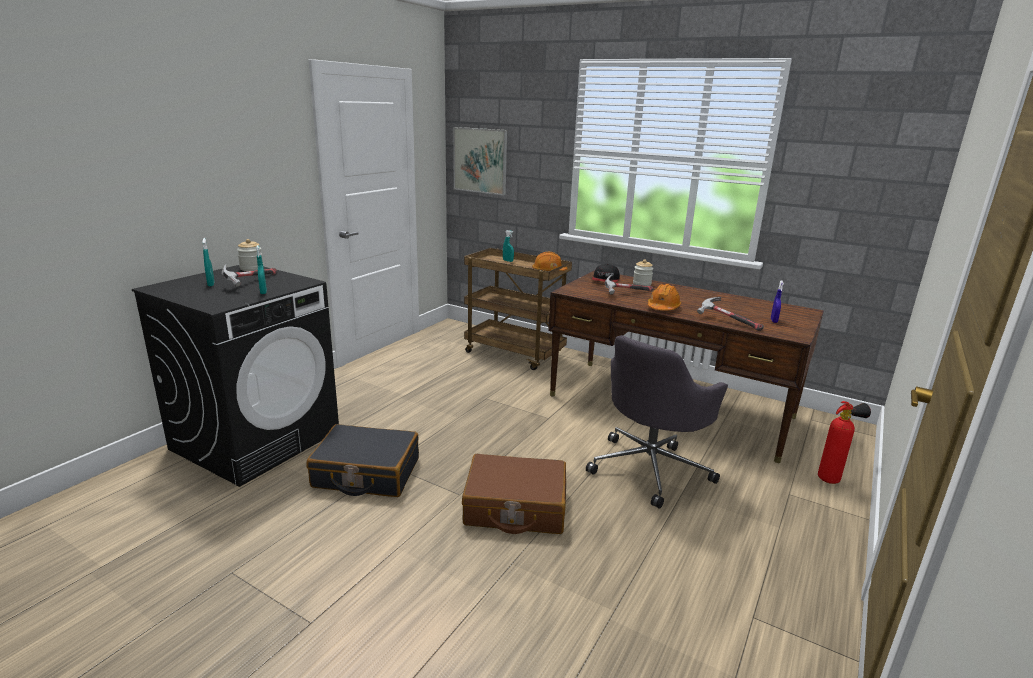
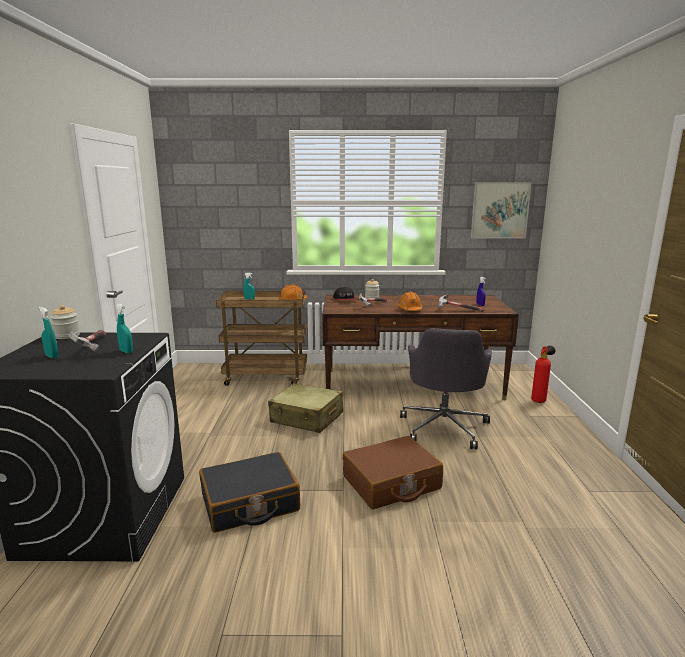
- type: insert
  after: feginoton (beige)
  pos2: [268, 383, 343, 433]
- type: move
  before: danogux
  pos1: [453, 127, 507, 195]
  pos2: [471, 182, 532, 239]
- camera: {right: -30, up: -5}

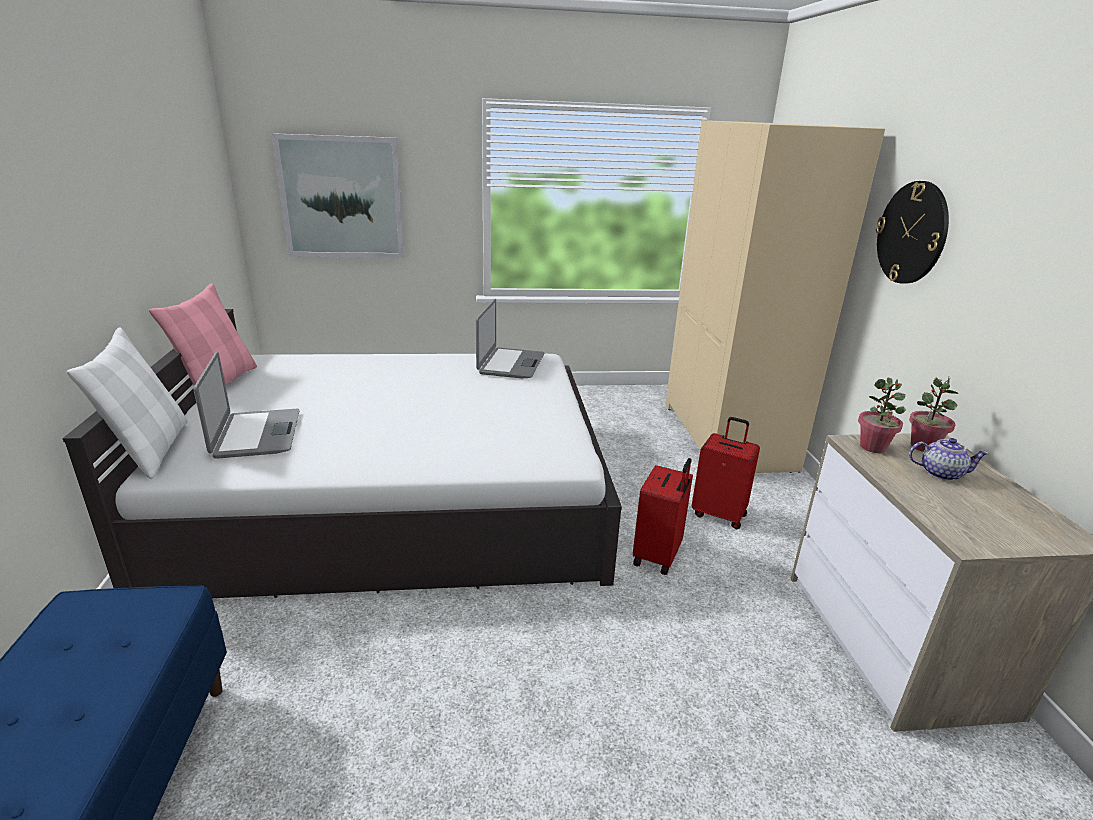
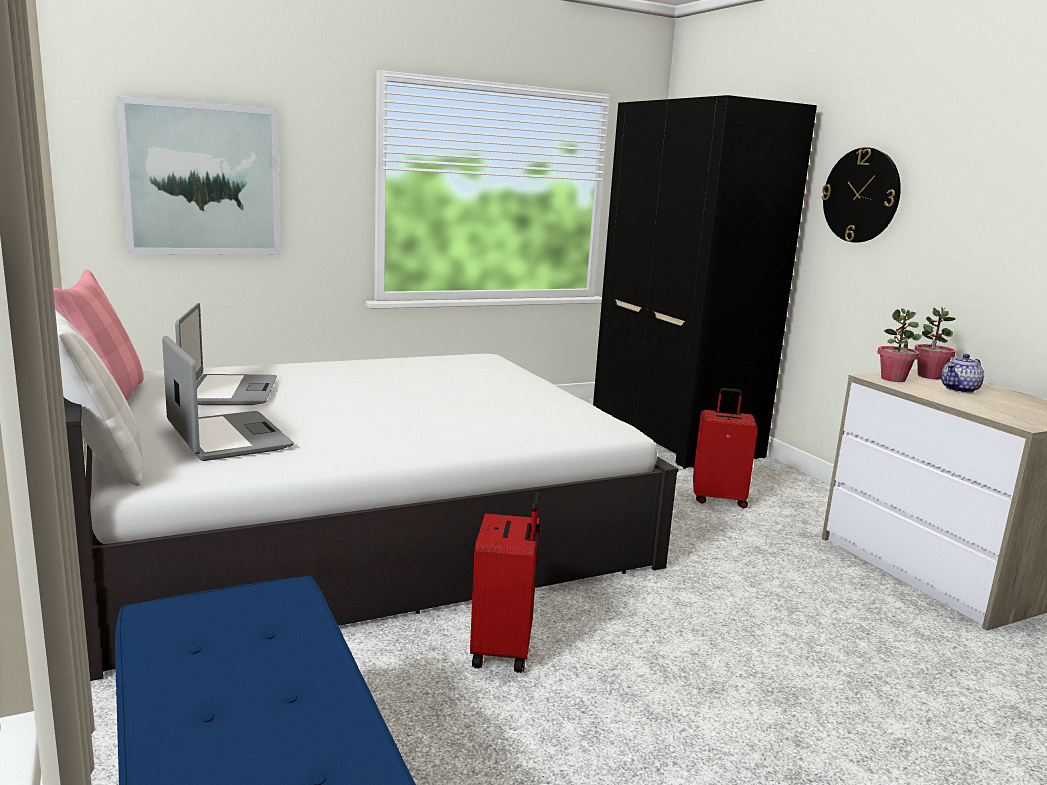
- type: move
  before: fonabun
  pos1: [476, 299, 544, 378]
  pos2: [175, 303, 277, 405]
- type: move
  before: feginoton (red)
  pos1: [633, 458, 693, 575]
  pos2: [470, 492, 540, 673]
- type: recolor
  before: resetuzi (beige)
  after: resetuzi (black)
  pos1: [665, 120, 885, 473]
  pos2: [593, 95, 817, 469]
- type: rotate
  before: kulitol
  pos1: [909, 438, 989, 481]
  pos2: [941, 354, 984, 393]
  turn: 150
- camera: {right: -20, up: -10}

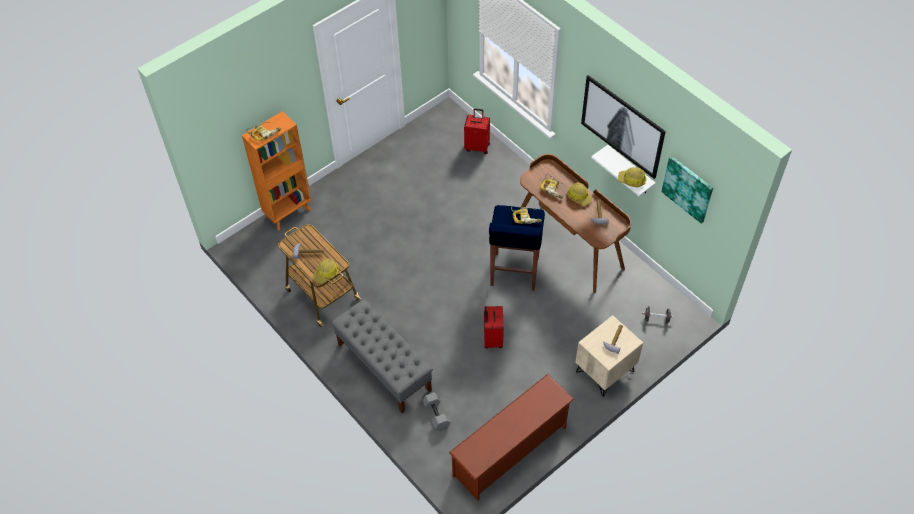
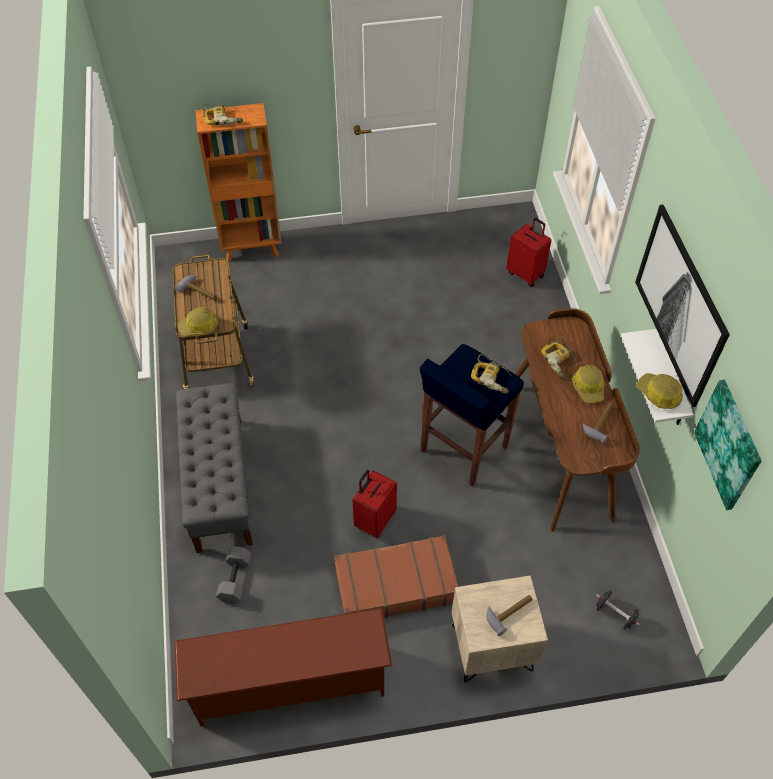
- type: insert
  after: feginoton (brown)
  pos2: [334, 535, 459, 618]
- camera: {right: 30, up: 0}

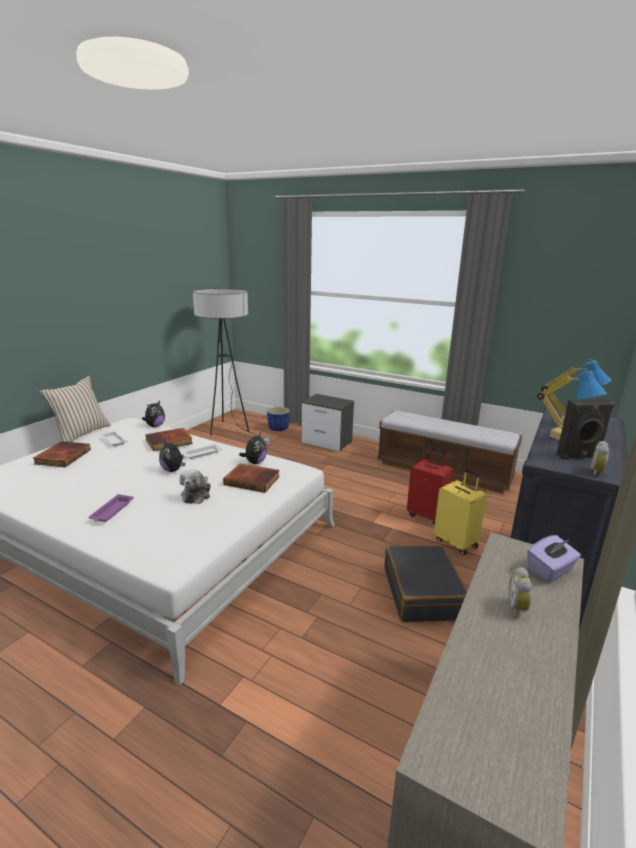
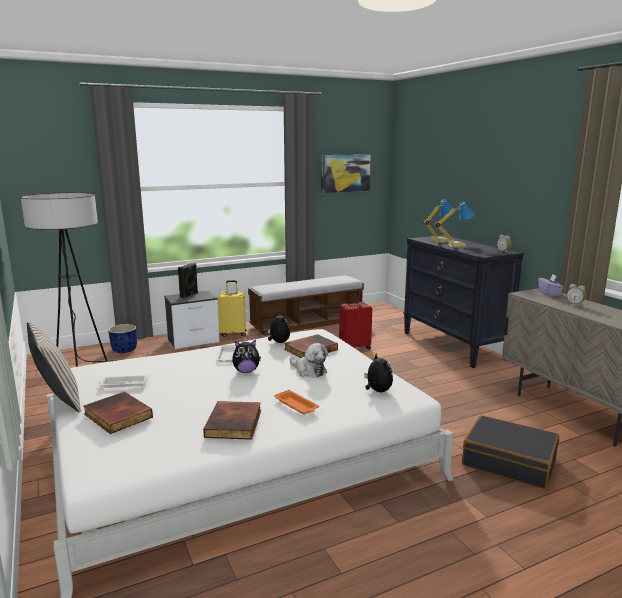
- type: insert
  after: danogux
  pos2: [321, 154, 371, 193]
- type: move
  before: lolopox
  pos1: [142, 400, 165, 427]
  pos2: [364, 353, 393, 392]
- type: move
  before: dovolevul
  pos1: [145, 428, 193, 451]
  pos2: [203, 401, 261, 440]
- type: move
  before: feginoton (black)
  pos1: [384, 545, 467, 622]
  pos2: [462, 415, 559, 489]
- type: move
  before: feginoton (yellow)
  pos1: [434, 469, 487, 556]
  pos2: [218, 280, 246, 337]
- type: move
  before: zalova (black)
  pos1: [556, 399, 615, 459]
  pos2: [178, 263, 198, 298]
- type: recolor
  before: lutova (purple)
  after: lutova (orange)
  pos1: [89, 494, 134, 522]
  pos2: [274, 390, 319, 415]
- camera: {right: -55, up: -5}

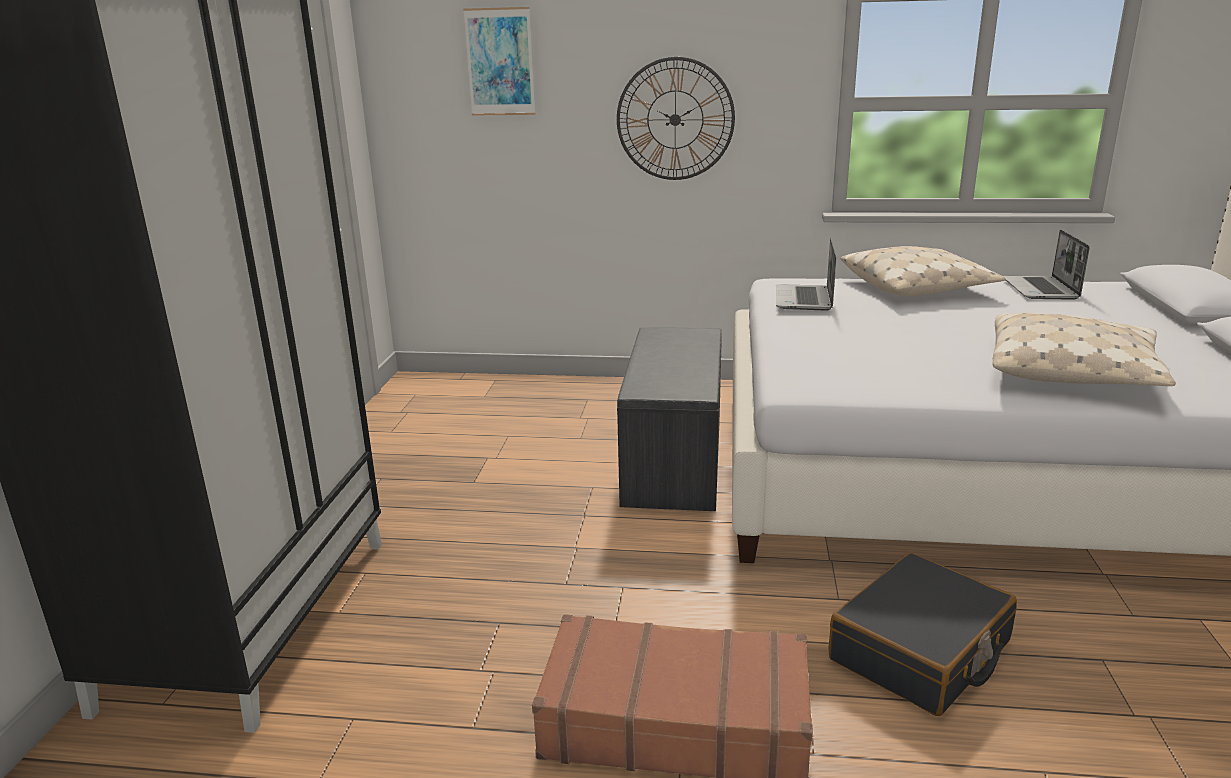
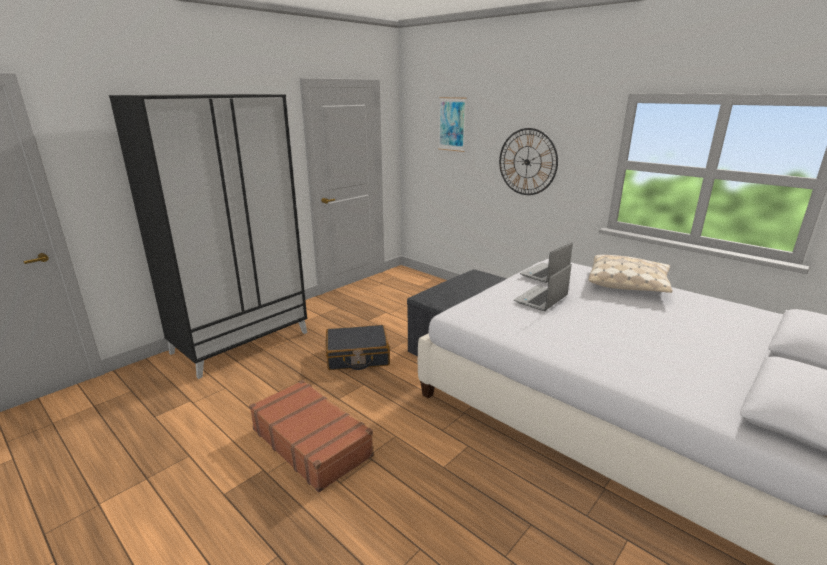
- type: delete
  before: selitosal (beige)
  pos1: [992, 313, 1176, 386]
- type: move
  before: feginoton (black)
  pos1: [829, 553, 1017, 716]
  pos2: [326, 325, 390, 370]
- type: move
  before: fonabun
  pos1: [1003, 229, 1090, 300]
  pos2: [514, 264, 572, 311]
- camera: {right: 35, up: 0}

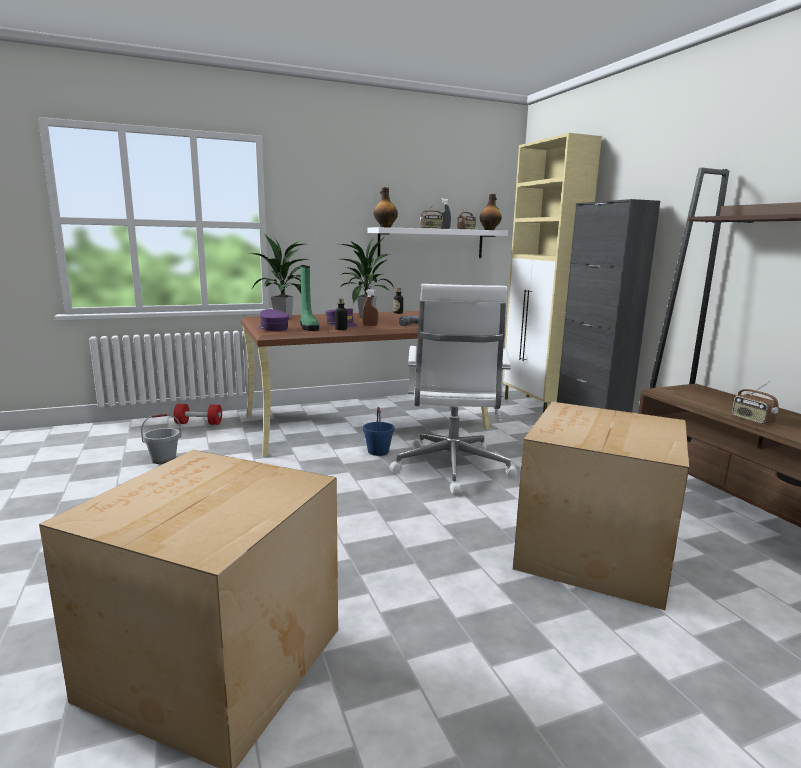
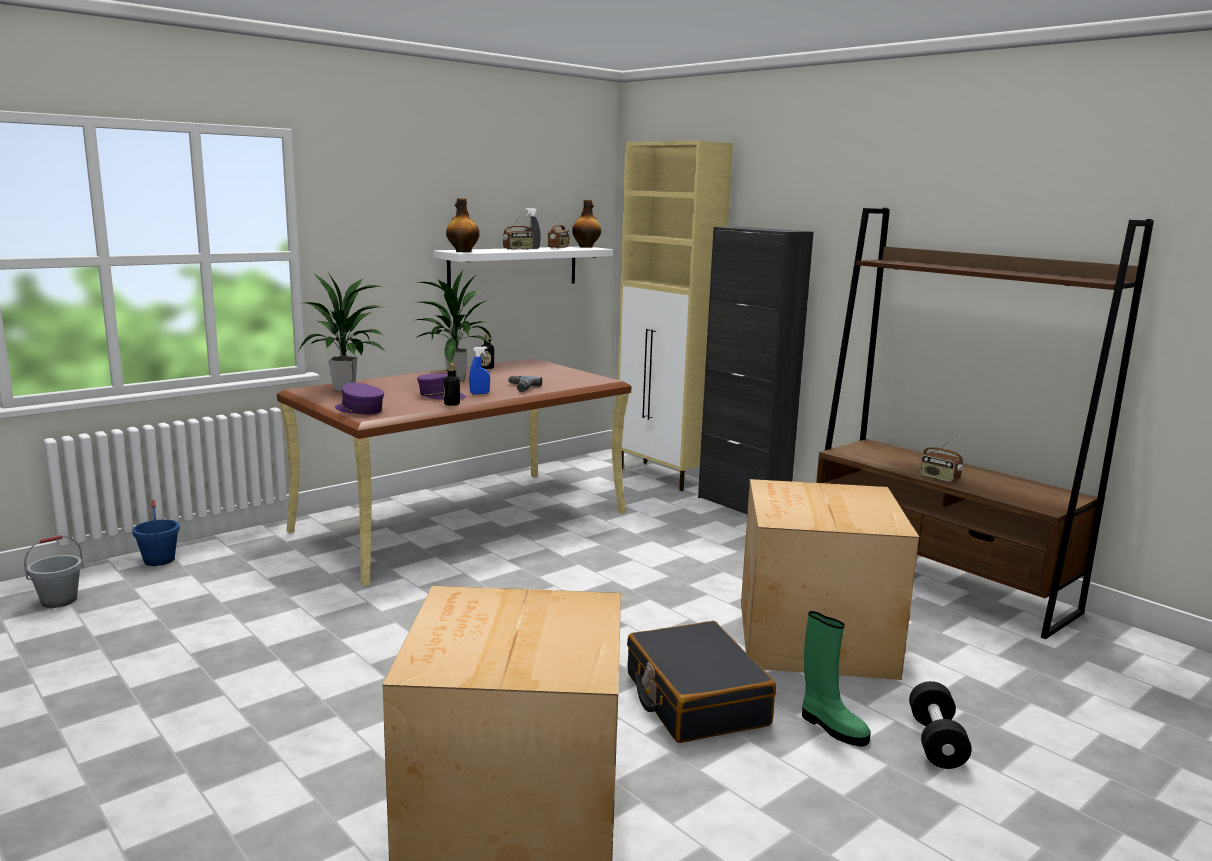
- type: delete
  before: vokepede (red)
  pos1: [173, 404, 222, 425]
- type: delete
  before: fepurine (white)
  pos1: [389, 284, 517, 494]
- type: insert
  after: feginoton (black)
  pos2: [627, 621, 776, 743]
- type: insert
  after: vokepede (black)
  pos2: [909, 681, 972, 769]
- type: move
  before: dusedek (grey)
  pos1: [141, 413, 181, 464]
  pos2: [24, 535, 83, 608]
- type: move
  before: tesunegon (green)
  pos1: [300, 265, 319, 331]
  pos2: [802, 611, 871, 747]
- type: move
  before: dusedek (blue)
  pos1: [363, 407, 394, 456]
  pos2: [132, 500, 180, 566]
- type: recolor
  before: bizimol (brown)
  after: bizimol (blue)
  pos1: [362, 290, 378, 326]
  pos2: [469, 346, 490, 394]
- camera: {right: -20, up: 0}

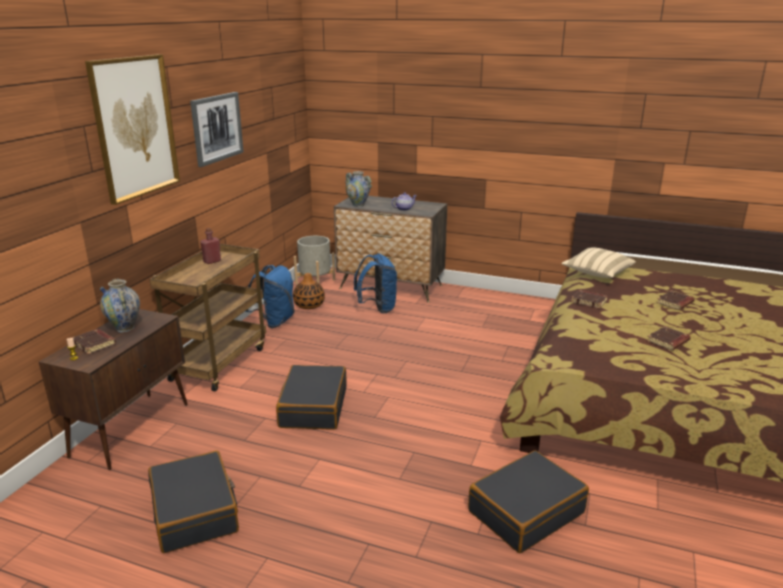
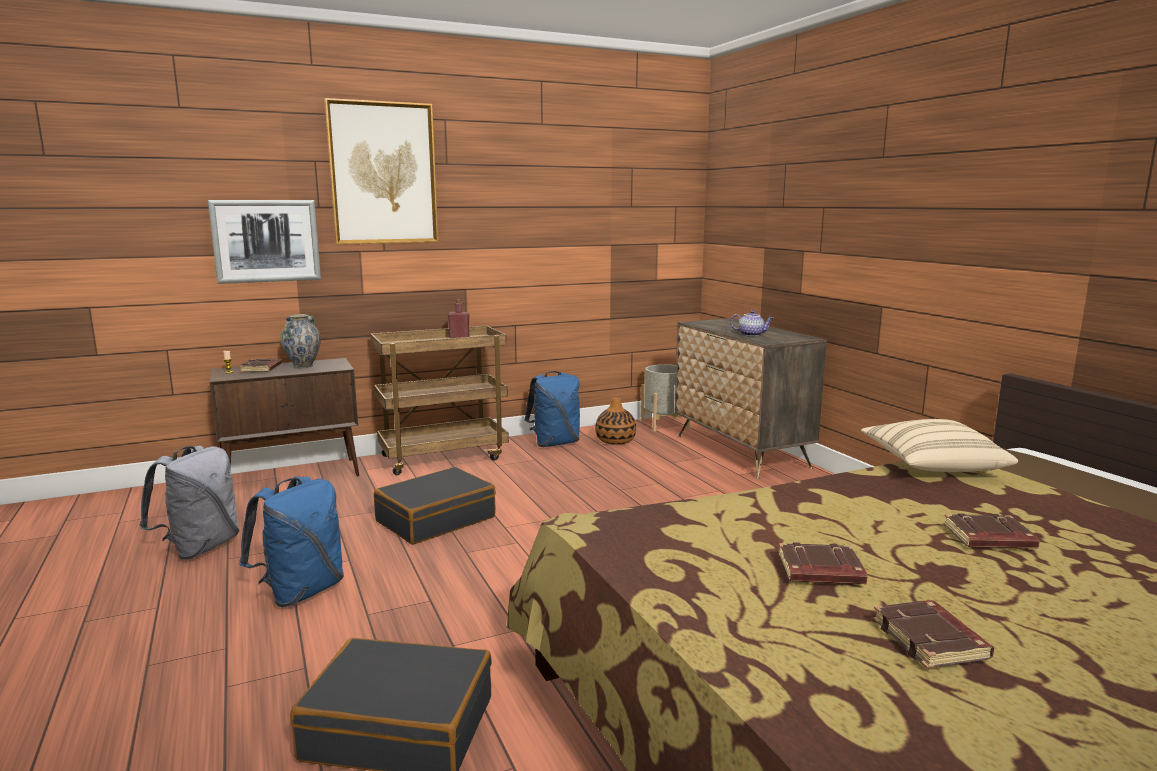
- type: delete
  before: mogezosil
  pos1: [345, 171, 372, 207]
- type: move
  before: danogux
  pos1: [190, 92, 244, 167]
  pos2: [208, 200, 321, 284]
- type: move
  before: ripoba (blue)
  pos1: [354, 254, 397, 313]
  pos2: [239, 477, 344, 607]
- type: move
  before: dovolevul (brown)
  pos1: [571, 290, 608, 308]
  pos2: [873, 600, 994, 668]
- type: replace
  before: feginoton (black)
  after: ripoba (grey)
  pos1: [148, 450, 239, 553]
  pos2: [139, 446, 239, 560]
- camera: {right: 45, up: -10}

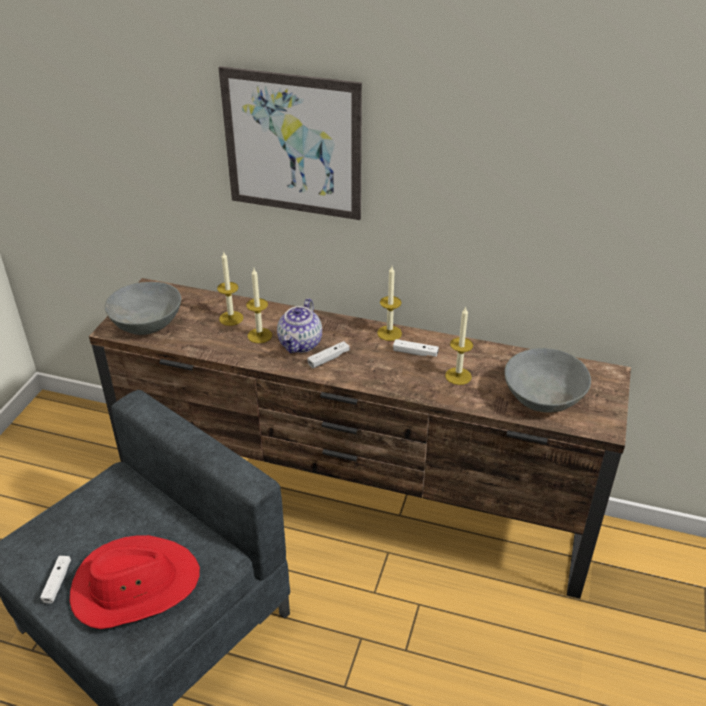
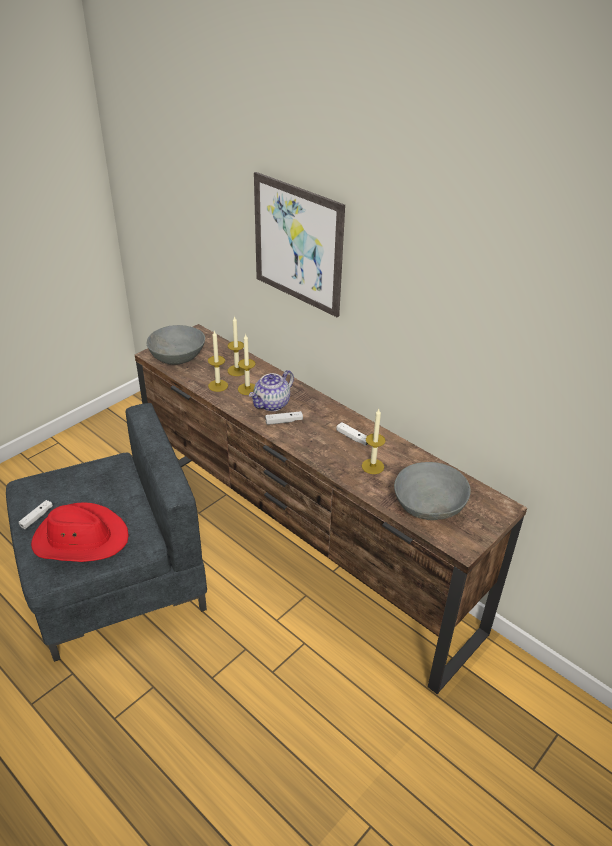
- type: move
  before: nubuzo
  pos1: [377, 266, 402, 341]
  pos2: [208, 330, 228, 392]
- camera: {right: 25, up: 0}

